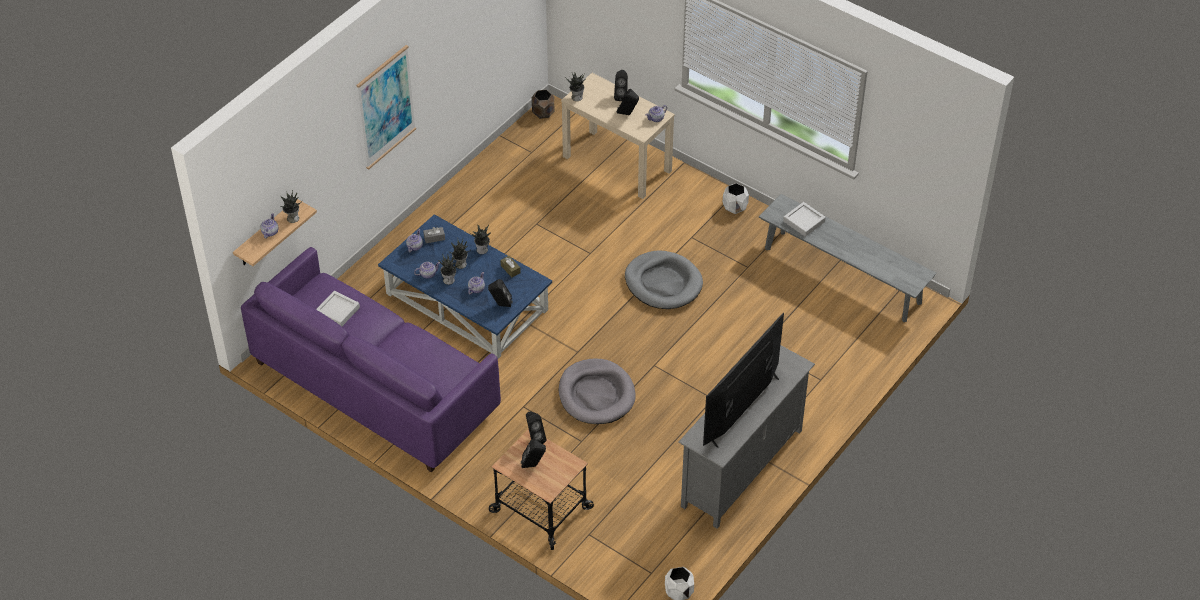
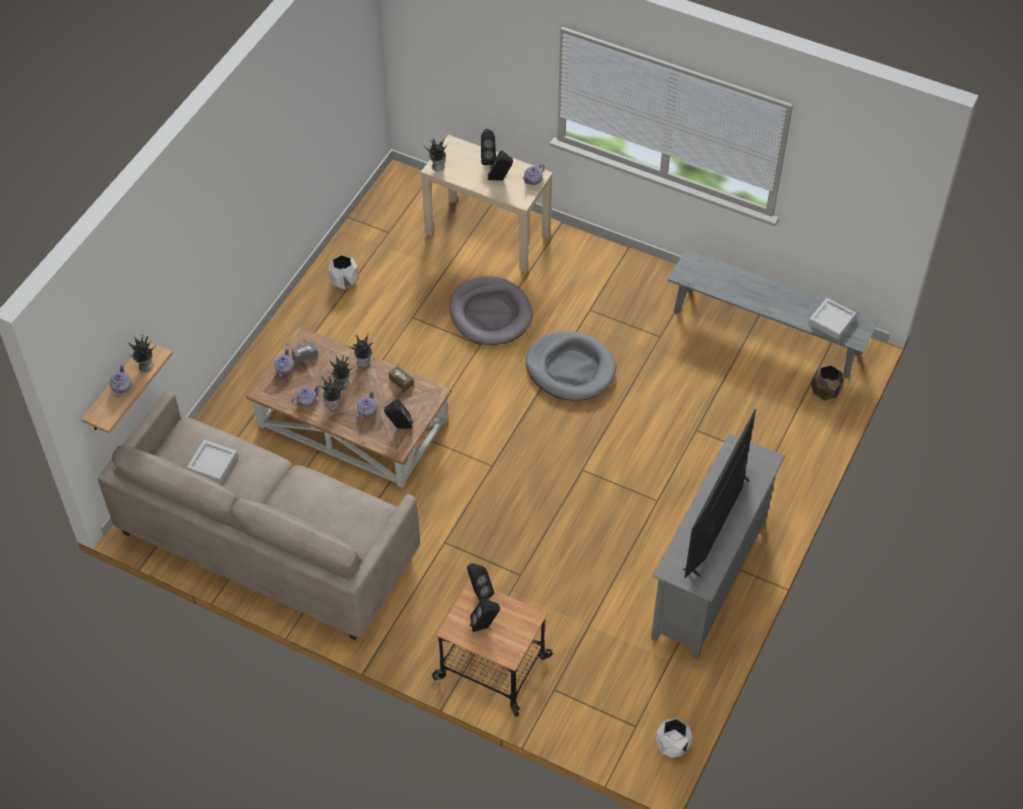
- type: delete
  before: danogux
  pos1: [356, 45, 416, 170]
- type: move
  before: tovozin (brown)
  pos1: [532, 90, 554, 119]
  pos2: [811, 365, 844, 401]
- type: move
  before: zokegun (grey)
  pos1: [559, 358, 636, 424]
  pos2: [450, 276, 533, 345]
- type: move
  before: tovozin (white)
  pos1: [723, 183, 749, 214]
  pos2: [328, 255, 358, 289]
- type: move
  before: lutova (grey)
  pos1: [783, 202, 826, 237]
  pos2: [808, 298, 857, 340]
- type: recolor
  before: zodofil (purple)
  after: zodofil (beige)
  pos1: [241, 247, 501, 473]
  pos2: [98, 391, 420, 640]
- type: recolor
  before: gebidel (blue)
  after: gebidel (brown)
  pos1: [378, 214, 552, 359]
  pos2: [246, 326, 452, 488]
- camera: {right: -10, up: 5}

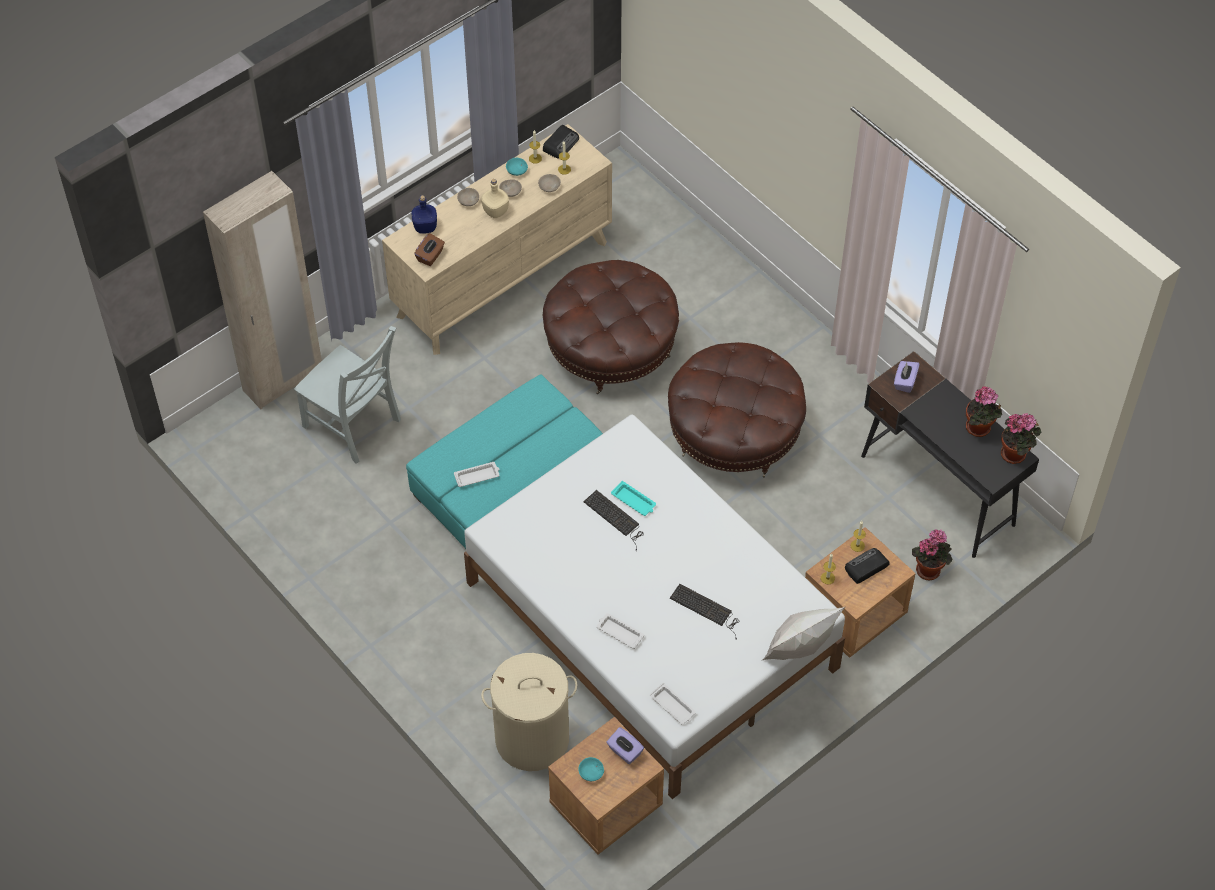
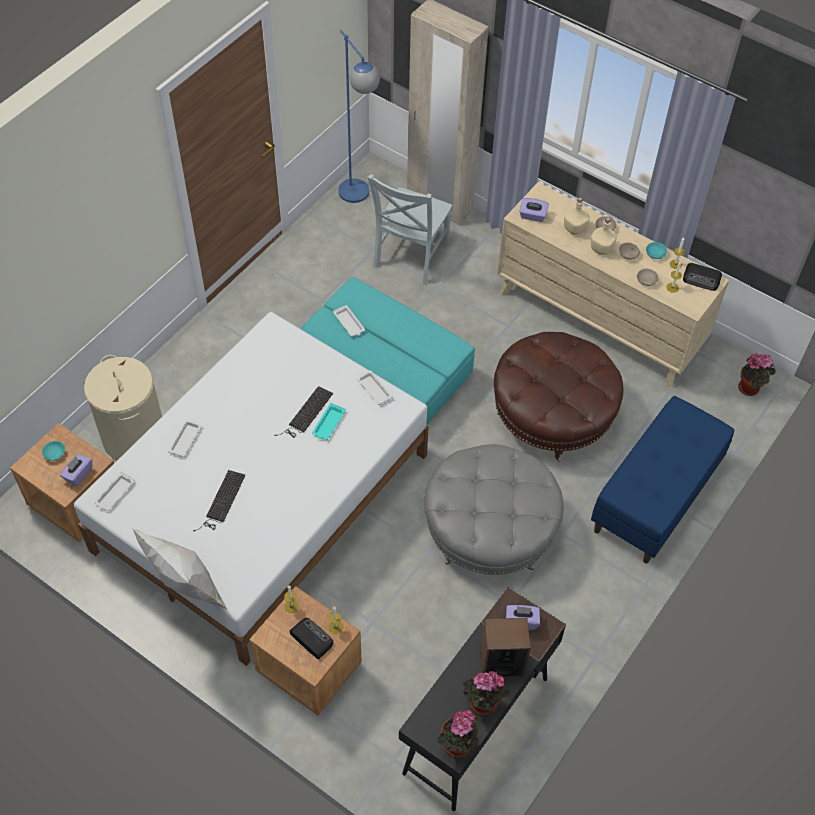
- type: delete
  before: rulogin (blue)
  pos1: [411, 195, 437, 234]
- type: insert
  after: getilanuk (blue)
  pos2: [338, 30, 380, 203]
- type: insert
  after: lutova (white)
  pos2: [357, 370, 393, 405]
- type: insert
  after: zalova
  pos2: [480, 618, 531, 679]
- type: insert
  after: rulogin (beige)
  pos2: [564, 198, 590, 235]
- type: insert
  after: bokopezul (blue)
  pos2: [591, 396, 734, 563]
- type: move
  before: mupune
  pos1: [912, 529, 952, 581]
  pos2: [738, 353, 776, 396]
- type: recolor
  before: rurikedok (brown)
  after: rurikedok (purple)
  pos1: [414, 233, 445, 266]
  pos2: [519, 198, 549, 222]
- type: recolor
  before: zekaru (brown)
  after: zekaru (grey)
  pos1: [668, 342, 806, 478]
  pos2: [424, 444, 564, 575]
- camera: {right: 75, up: 0}

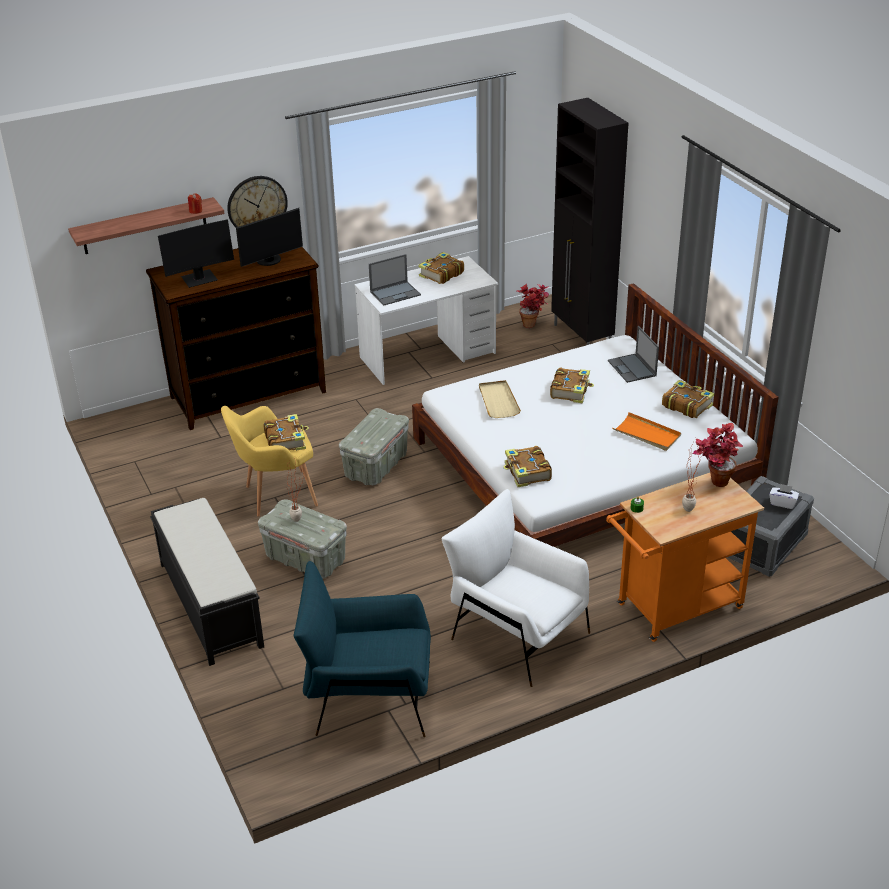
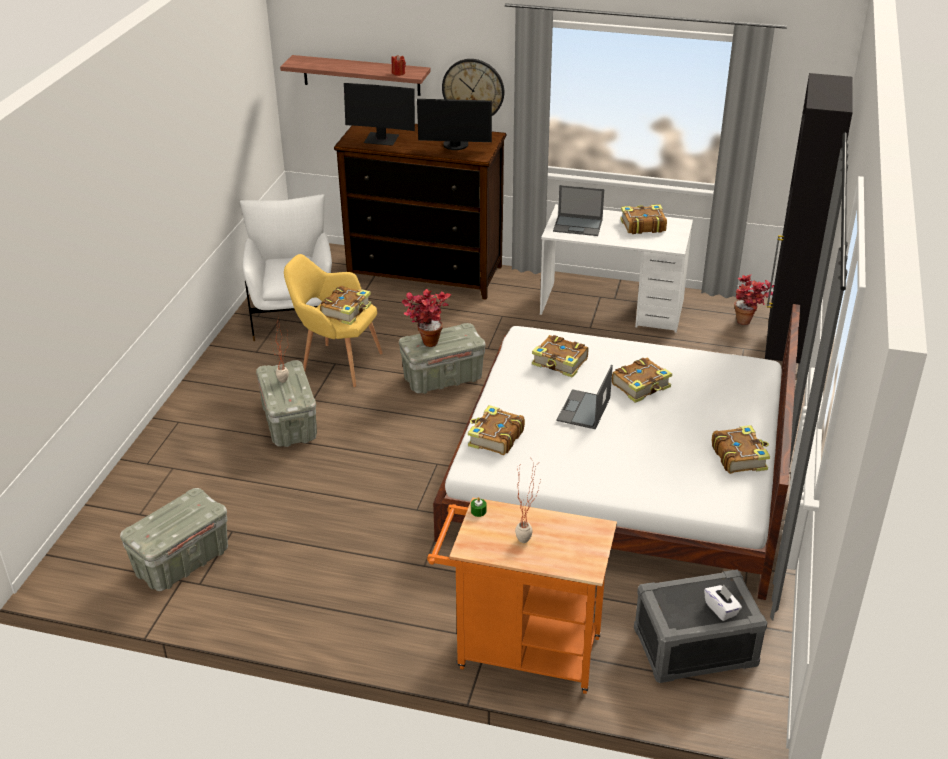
- type: delete
  before: bokopezul (black)
  pos1: [150, 498, 264, 666]
- type: delete
  before: lutova (orange)
  pos1: [612, 412, 681, 451]
- type: move
  before: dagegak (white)
  pos1: [441, 489, 590, 687]
  pos2: [240, 194, 332, 341]
- type: move
  before: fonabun
  pos1: [608, 326, 659, 383]
  pos2: [557, 365, 613, 429]
- type: move
  before: mupune
  pos1: [693, 423, 743, 487]
  pos2: [402, 289, 451, 347]
- type: replace
  before: dagegak (blue)
  after: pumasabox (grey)
  pos1: [294, 561, 431, 737]
  pos2: [120, 488, 228, 591]
- type: replace
  before: lutova (beige)
  after: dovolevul
  pos1: [479, 380, 521, 418]
  pos2: [532, 335, 588, 378]
- camera: {right: 40, up: 0}

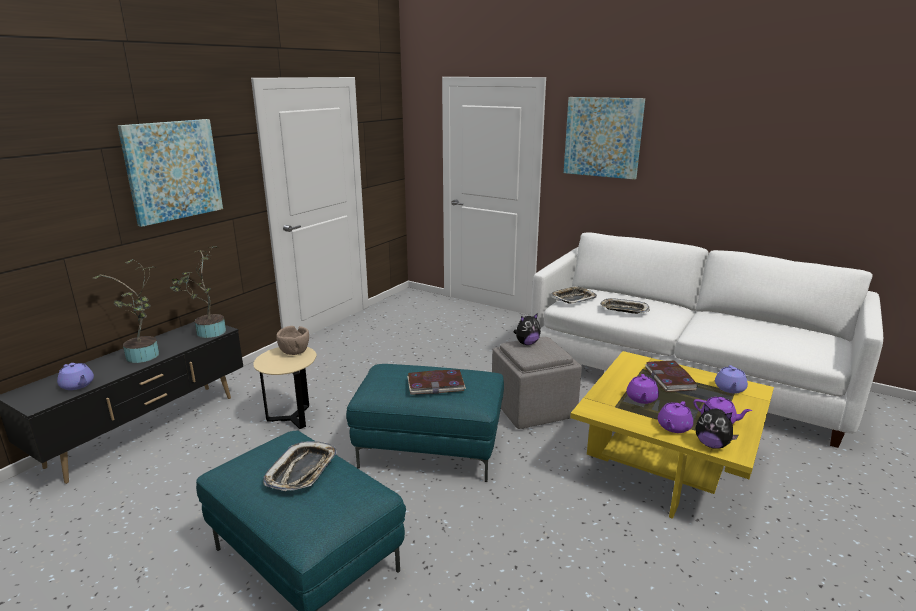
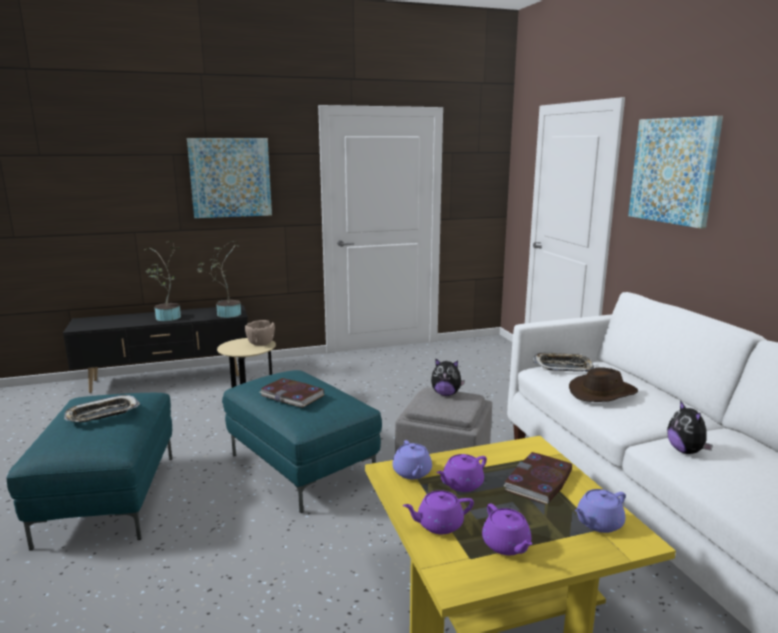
- type: move
  before: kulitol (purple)
  pos1: [57, 363, 94, 390]
  pos2: [392, 440, 432, 479]
- type: move
  before: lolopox
  pos1: [696, 404, 738, 449]
  pos2: [667, 400, 713, 454]
- type: replace
  before: lutova
  after: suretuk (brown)
  pos1: [600, 298, 650, 314]
  pos2: [569, 367, 638, 402]
- camera: {right: 40, up: -5}

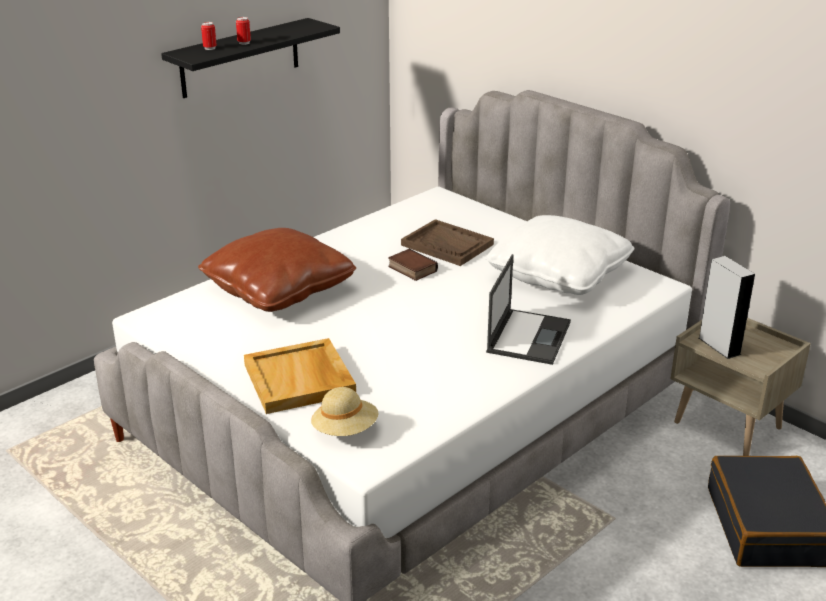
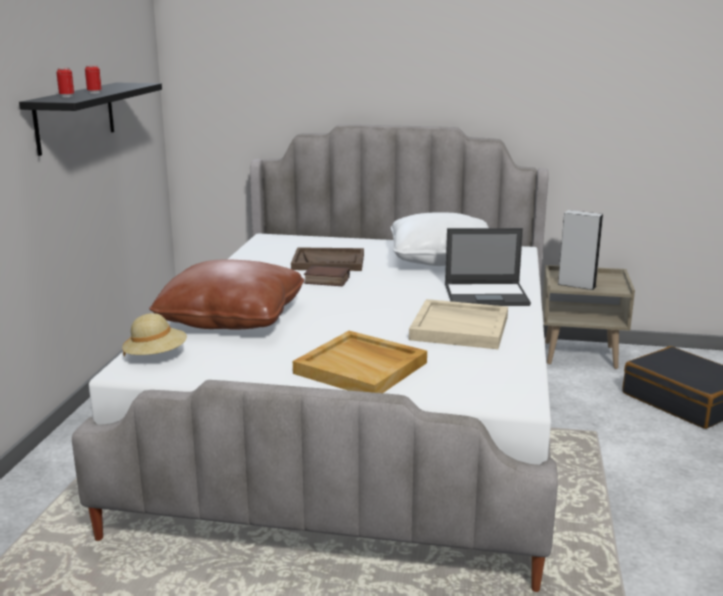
- type: insert
  after: lutova (beige)
  pos2: [409, 299, 508, 349]
- type: move
  before: suretuk (beige)
  pos1: [311, 387, 379, 436]
  pos2: [122, 313, 187, 356]
- type: rotate
  before: fonabun
  pos1: [486, 254, 571, 365]
  pos2: [445, 228, 531, 306]
  turn: 105
- camera: {right: -35, up: -10}

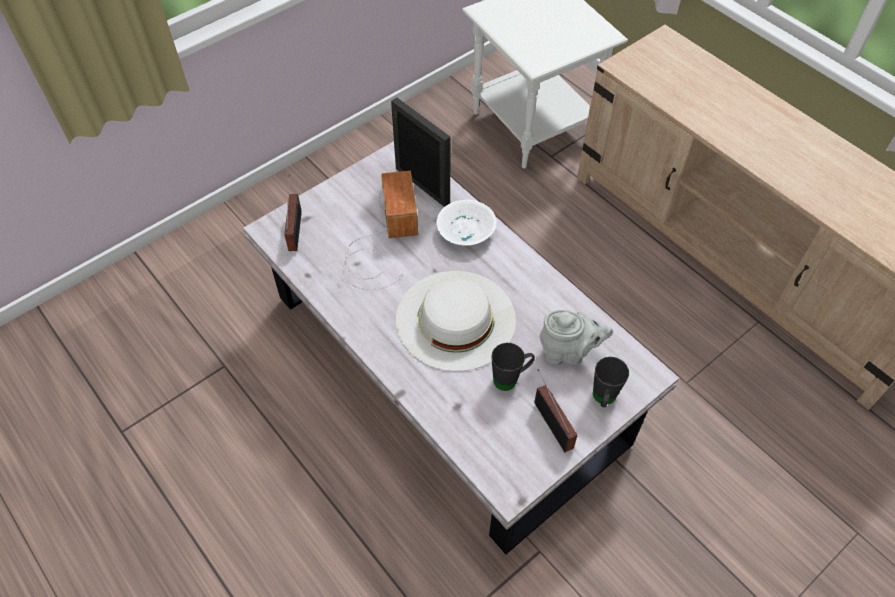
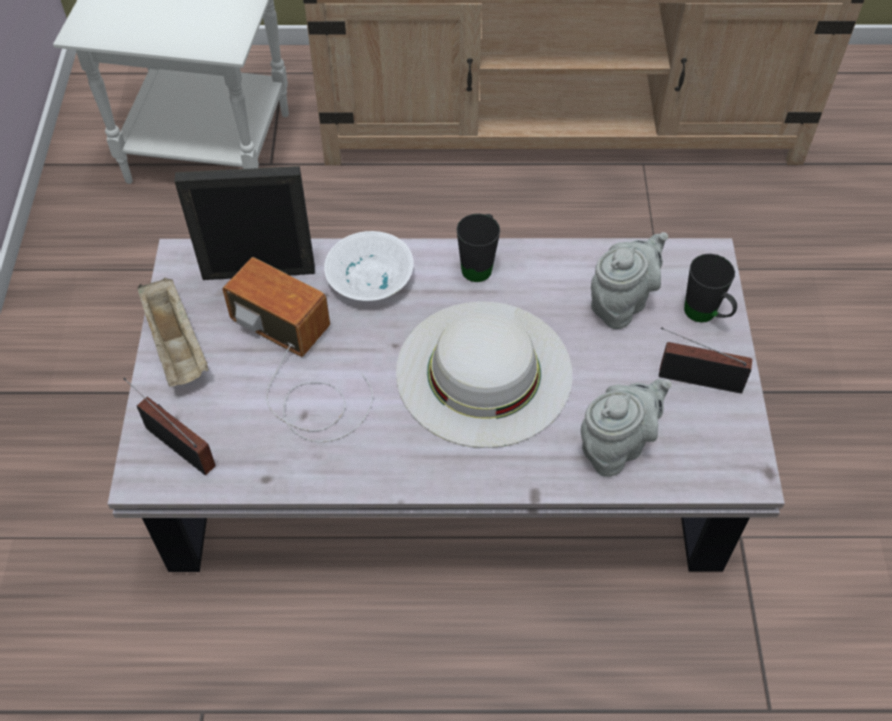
- type: insert
  after: lutova (beige)
  pos2: [138, 278, 209, 387]
- type: insert
  after: kulitol (grey)
  pos2: [581, 379, 672, 477]
- type: move
  before: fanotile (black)
  pos1: [491, 343, 535, 391]
  pos2: [457, 214, 500, 282]
- camera: {right: -50, up: 0}

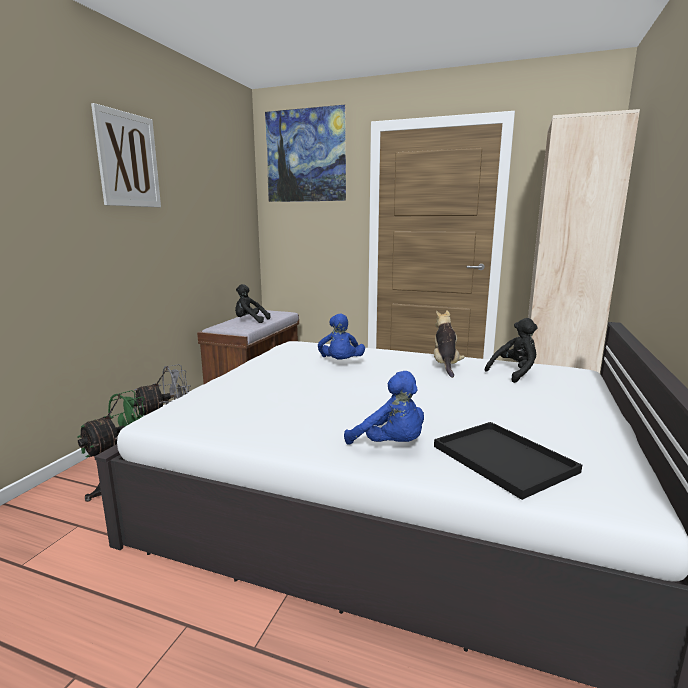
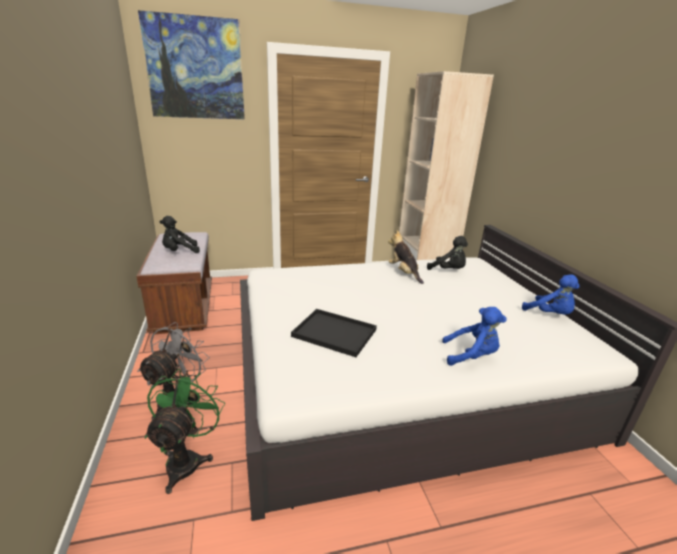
- type: delete
  before: danogux
  pos1: [91, 103, 161, 207]
- type: move
  before: lolopox (blue)
  pos1: [318, 313, 365, 359]
  pos2: [522, 275, 580, 314]
- type: move
  before: lutova (black)
  pos1: [434, 422, 582, 500]
  pos2: [291, 309, 377, 357]
- type: rotate
  before: lolopox (black)
  pos1: [484, 318, 538, 383]
  pos2: [427, 236, 468, 270]
  turn: 105
- camera: {right: -35, up: 10}

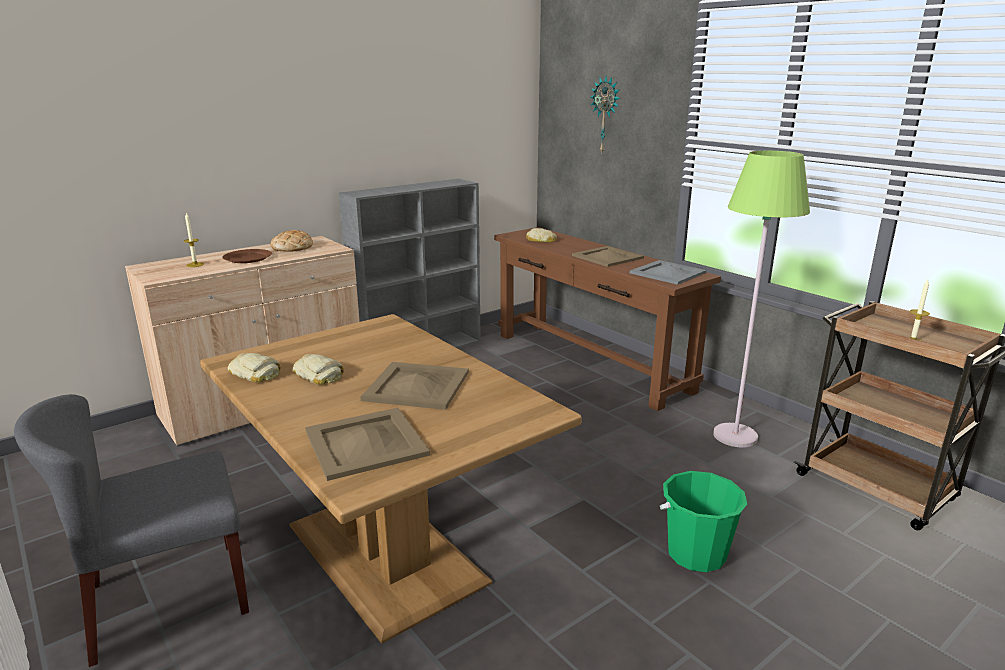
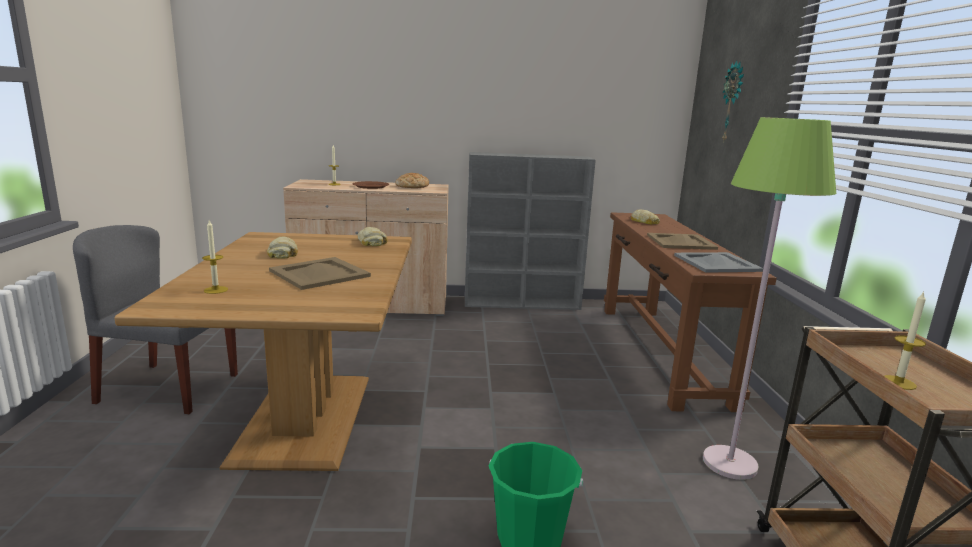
- type: move
  before: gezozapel
  pos1: [228, 353, 281, 382]
  pos2: [358, 227, 387, 246]
- type: replace
  before: lutova (beige)
  after: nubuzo
  pos1: [305, 408, 430, 481]
  pos2: [202, 220, 228, 294]
- camera: {right: 35, up: -5}

